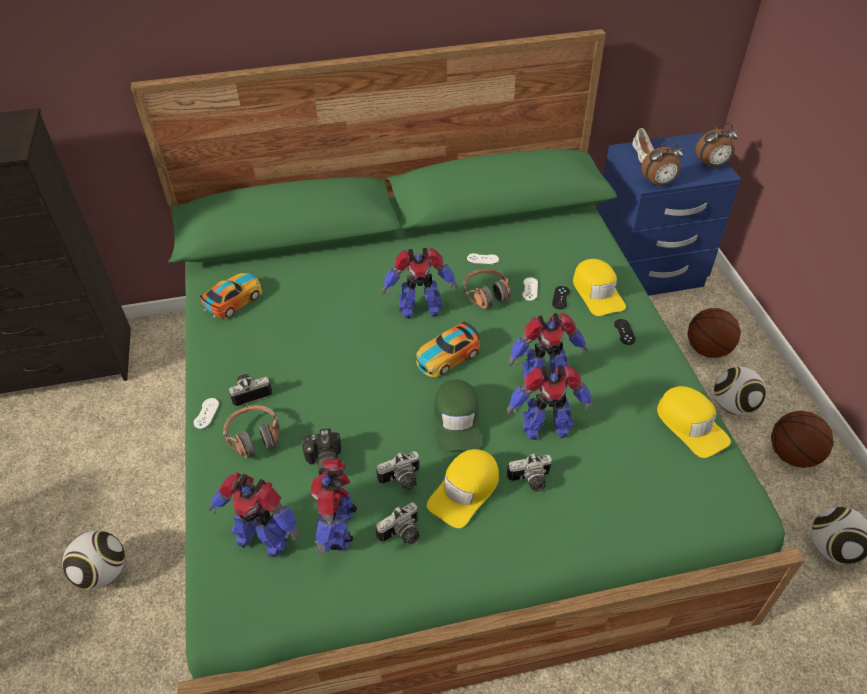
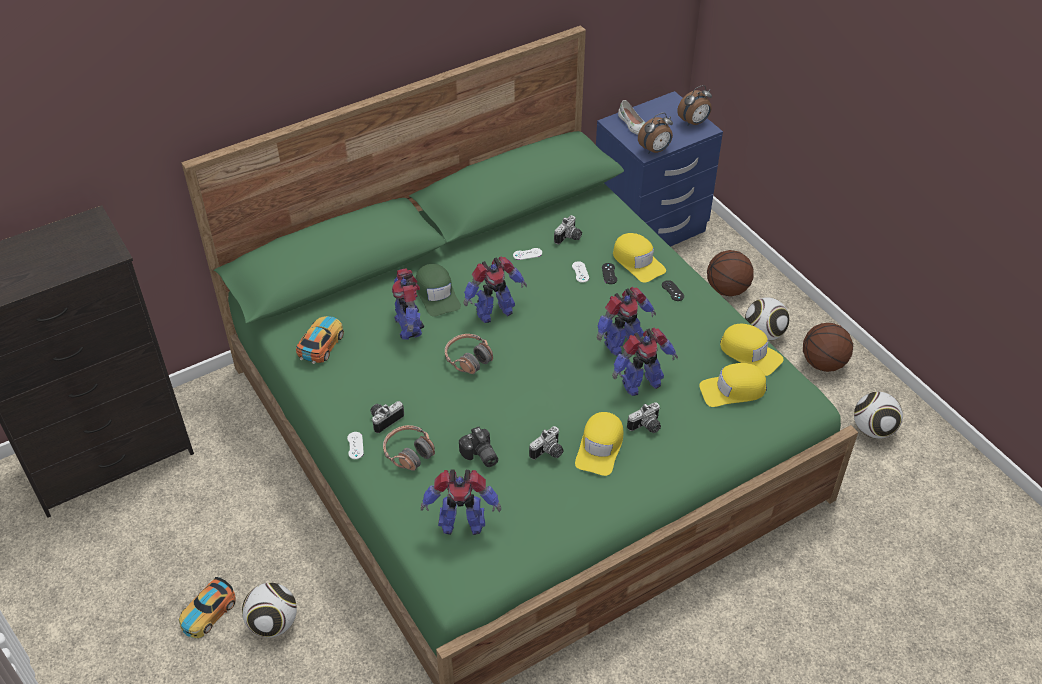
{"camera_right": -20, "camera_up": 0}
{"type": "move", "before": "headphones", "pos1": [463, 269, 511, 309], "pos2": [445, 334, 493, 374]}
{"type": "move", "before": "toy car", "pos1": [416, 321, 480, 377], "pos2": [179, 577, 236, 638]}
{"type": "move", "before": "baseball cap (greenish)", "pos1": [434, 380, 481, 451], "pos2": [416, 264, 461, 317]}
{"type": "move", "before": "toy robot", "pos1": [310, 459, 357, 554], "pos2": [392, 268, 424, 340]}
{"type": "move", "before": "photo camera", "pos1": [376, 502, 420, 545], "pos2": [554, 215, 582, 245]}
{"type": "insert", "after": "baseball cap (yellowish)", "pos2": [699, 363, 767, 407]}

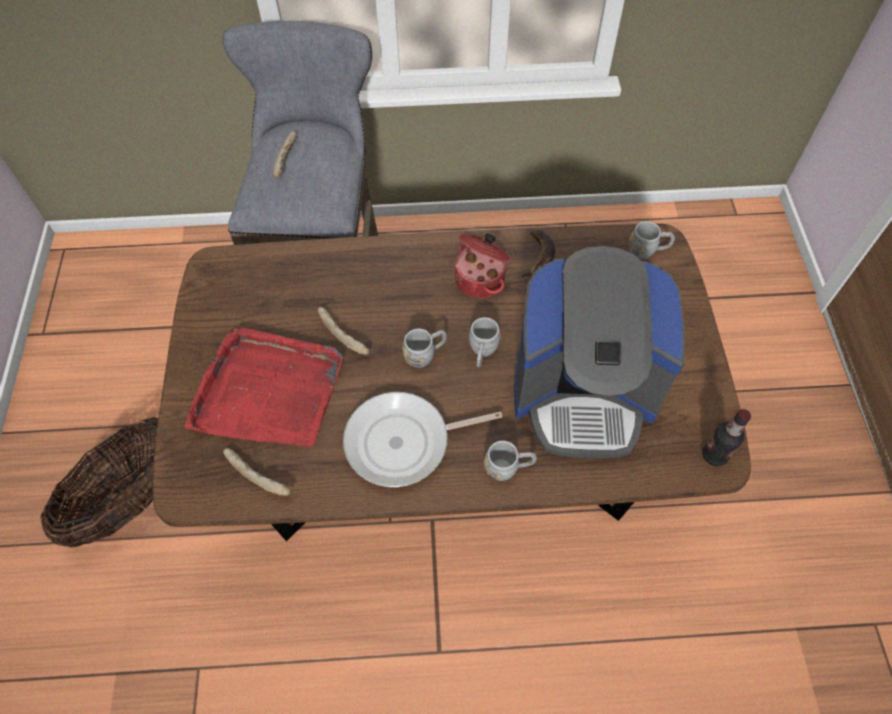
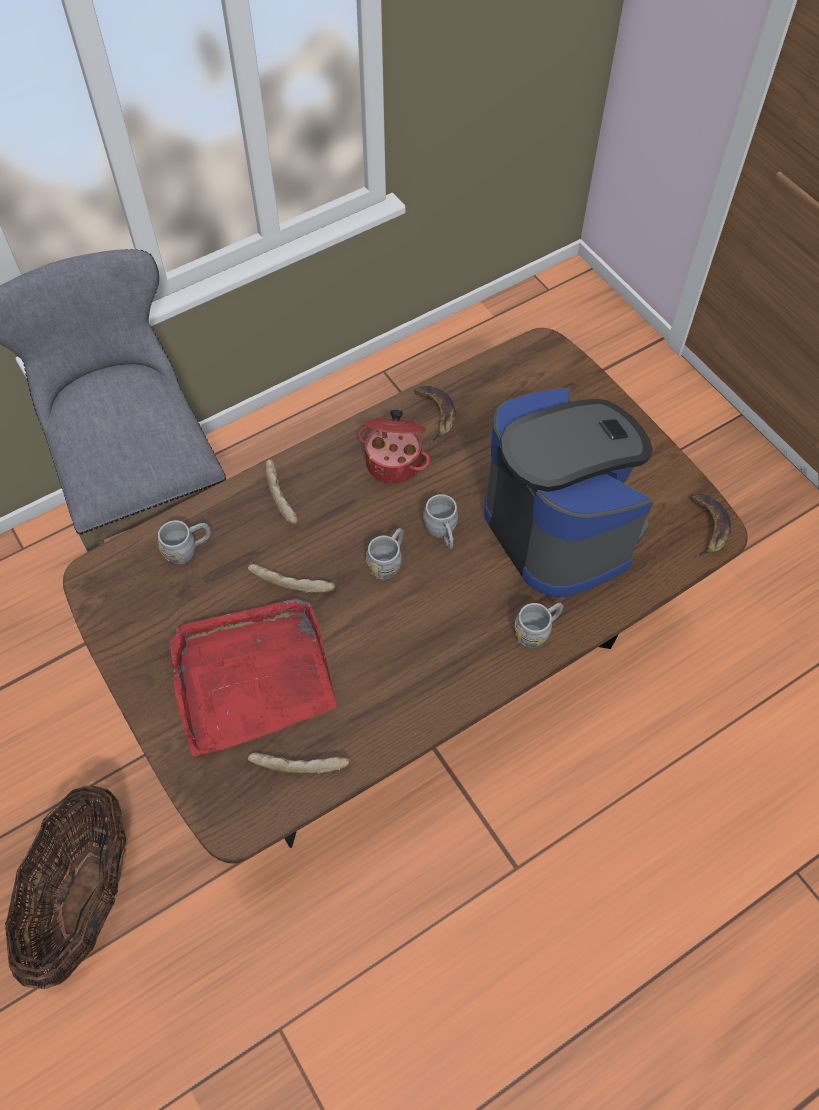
{"camera_right": -30, "camera_up": 0}
{"type": "move", "before": "bread", "pos1": [273, 131, 297, 179], "pos2": [265, 460, 298, 525]}
{"type": "move", "before": "tea mug (grey)", "pos1": [629, 221, 675, 259], "pos2": [158, 520, 211, 564]}
{"type": "rotate", "before": "coffee brewer", "pos1": [514, 246, 685, 459], "pos2": [484, 388, 653, 597], "turn": -90}
{"type": "delete", "before": "pan", "pos1": [343, 392, 502, 487]}
{"type": "replace", "before": "drink bottle", "after": "banana", "pos1": [702, 409, 751, 466], "pos2": [690, 494, 731, 558]}

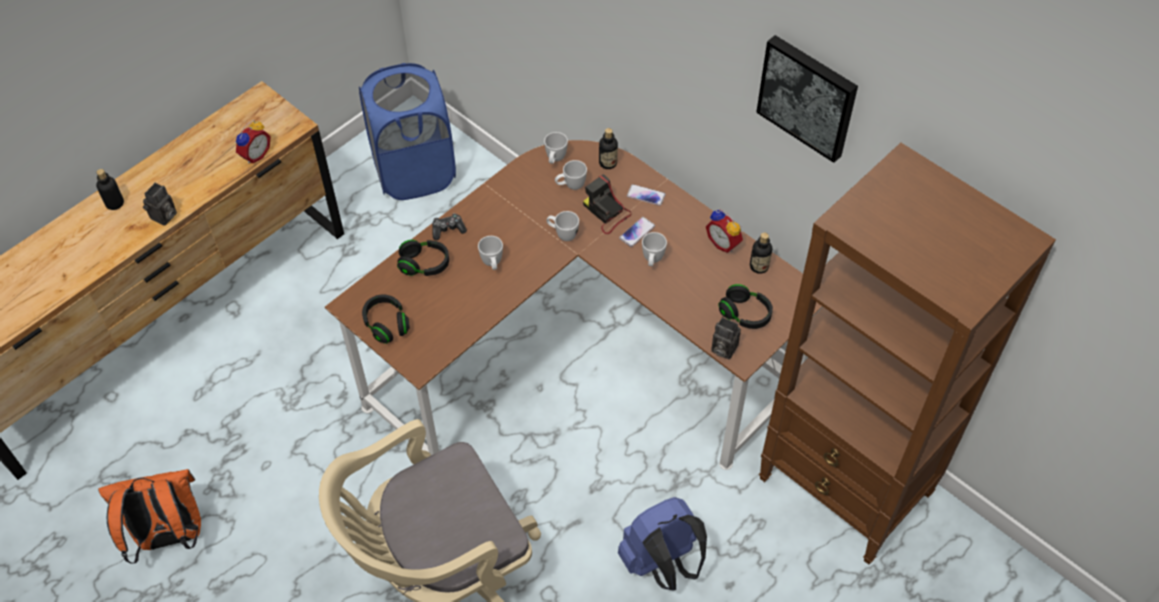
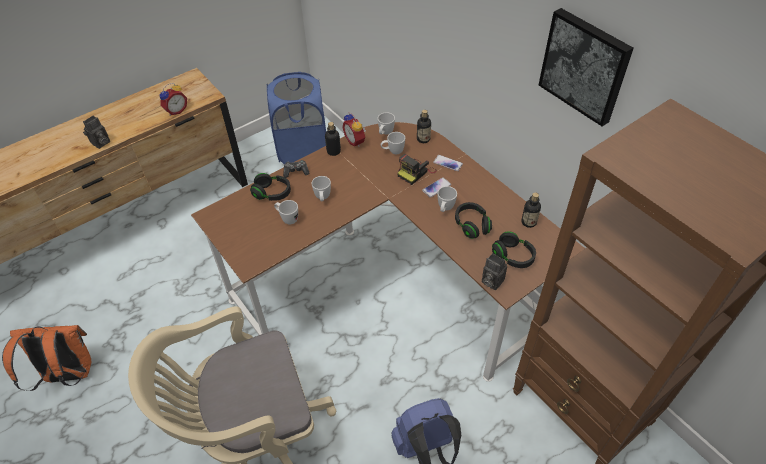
{"camera_right": 10, "camera_up": -5}
{"type": "move", "before": "drink bottle", "pos1": [96, 169, 124, 210], "pos2": [325, 122, 341, 156]}
{"type": "rotate", "before": "photo camera", "pos1": [583, 174, 631, 234], "pos2": [397, 154, 437, 185], "turn": -105}
{"type": "move", "before": "table clock", "pos1": [706, 210, 743, 253], "pos2": [342, 112, 366, 147]}
{"type": "move", "before": "tea mug (white)", "pos1": [546, 211, 579, 241], "pos2": [274, 200, 298, 224]}
{"type": "move", "before": "headphones (blackish)", "pos1": [362, 295, 410, 344], "pos2": [455, 202, 492, 239]}

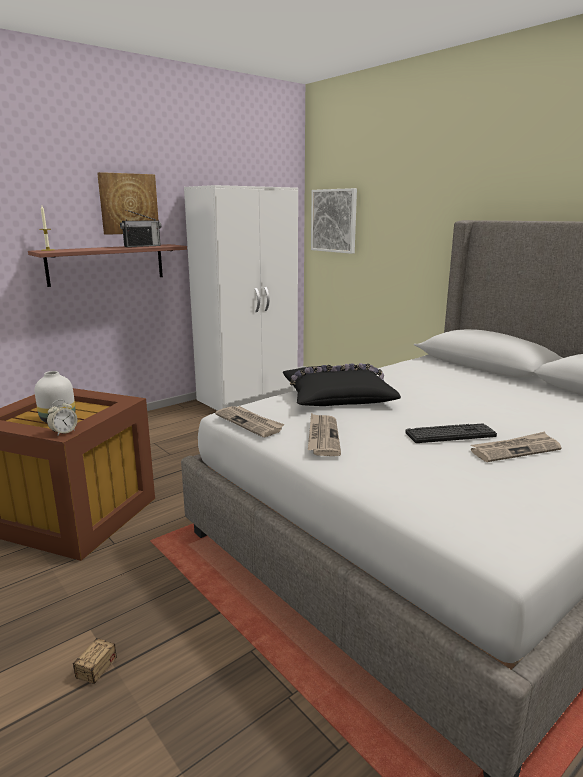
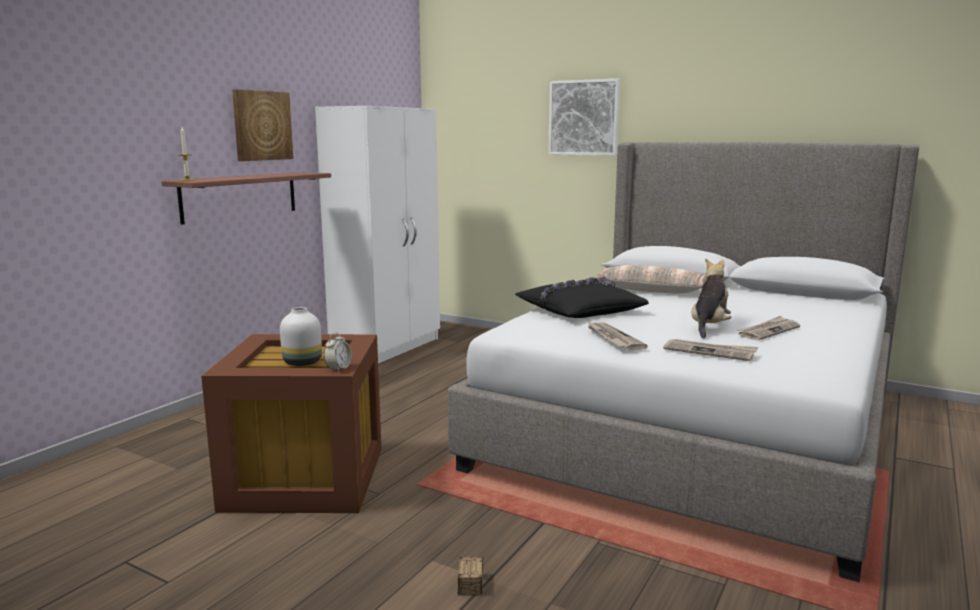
{"camera_right": -20, "camera_up": -5}
{"type": "move", "before": "picture", "pos1": [311, 188, 357, 254], "pos2": [548, 79, 620, 156]}
{"type": "delete", "before": "radio", "pos1": [120, 210, 161, 247]}
{"type": "move", "before": "daily paper", "pos1": [215, 406, 285, 437], "pos2": [663, 339, 758, 361]}
{"type": "replace", "before": "computer keyboard", "after": "soft toy", "pos1": [405, 424, 497, 443], "pos2": [691, 258, 731, 338]}
{"type": "insert", "after": "pillow", "pos2": [592, 265, 707, 293]}

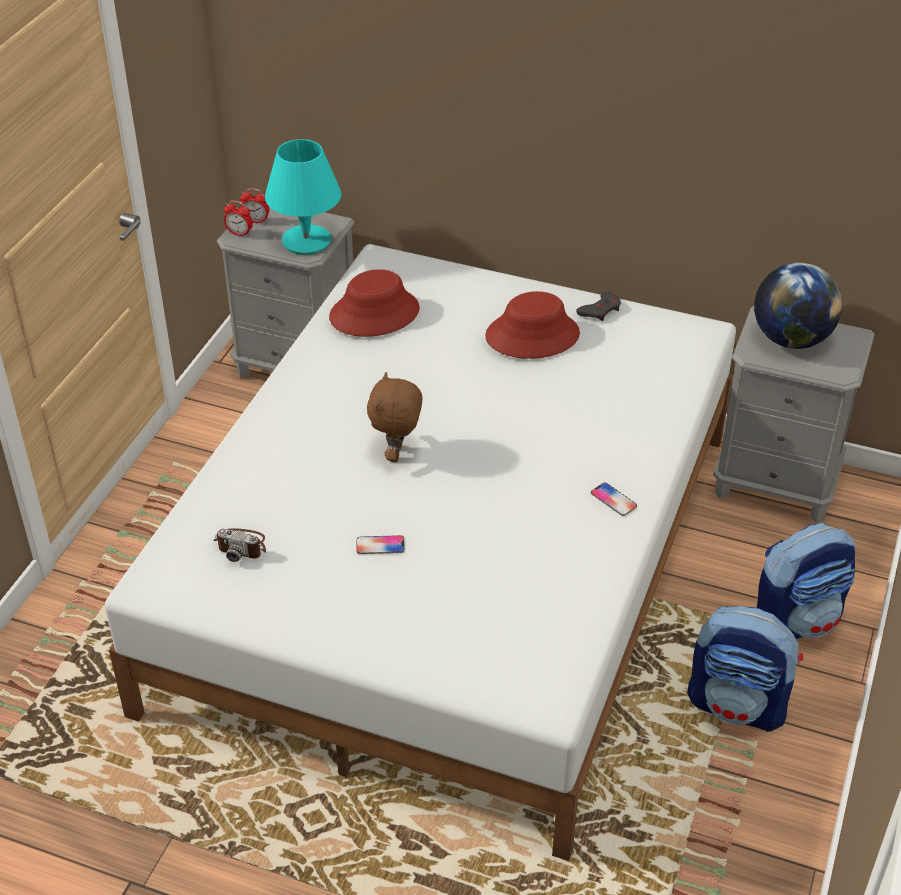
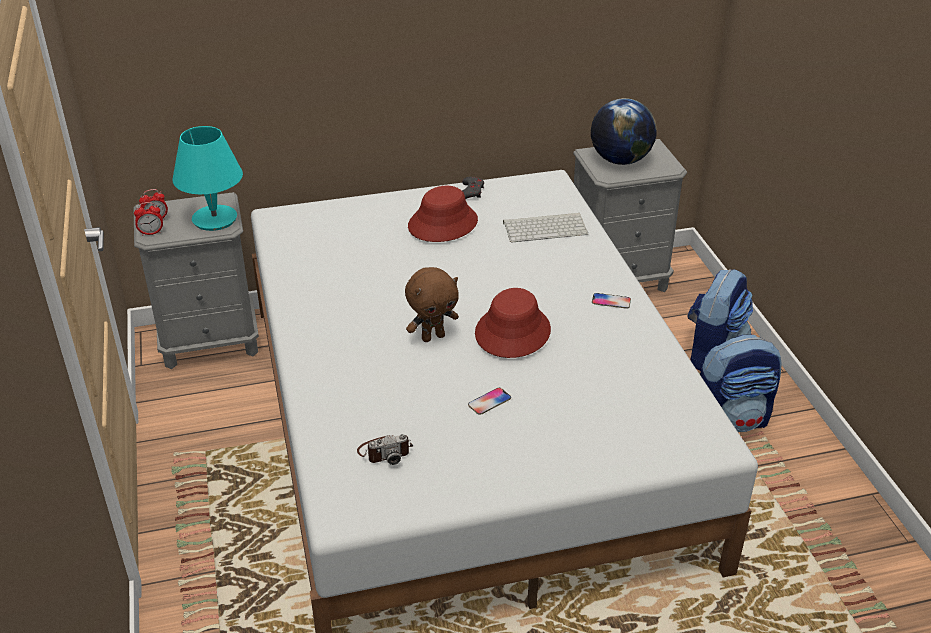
{"camera_right": -35, "camera_up": -5}
{"type": "move", "before": "wearable hat (red)", "pos1": [329, 269, 420, 337], "pos2": [475, 288, 551, 358]}
{"type": "rotate", "before": "soft toy (brown)", "pos1": [367, 372, 422, 462], "pos2": [405, 267, 459, 342], "turn": -90}
{"type": "insert", "after": "computer keyboard", "pos2": [503, 213, 588, 243]}

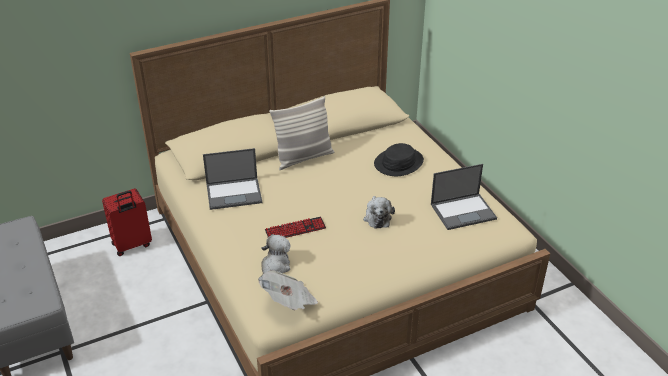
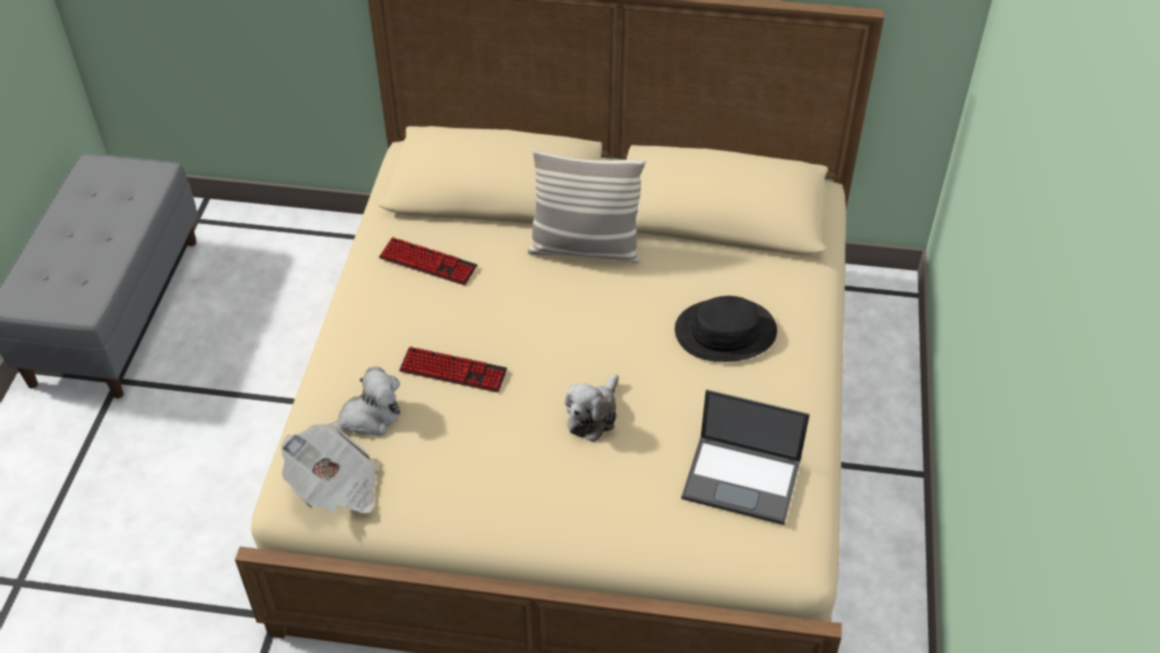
{"camera_right": 35, "camera_up": 10}
{"type": "replace", "before": "laptop", "after": "computer keyboard", "pos1": [203, 148, 262, 210], "pos2": [379, 237, 477, 285]}
{"type": "delete", "before": "travel case (red)", "pos1": [102, 188, 152, 256]}

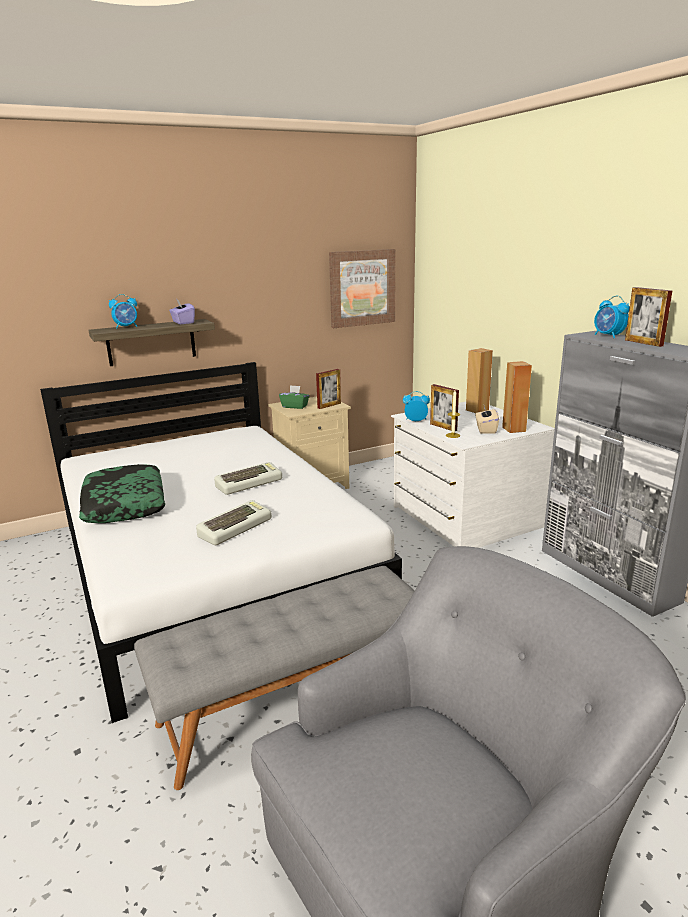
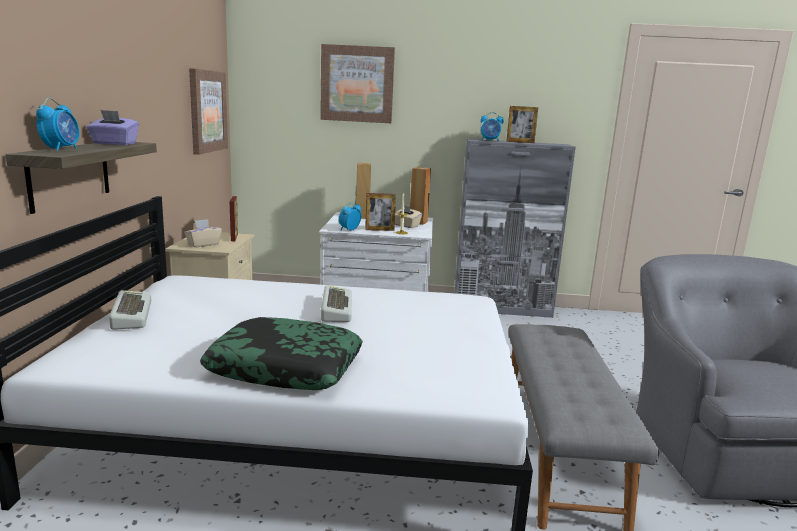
{"camera_right": -60, "camera_up": -5}
{"type": "recolor", "before": "tissue box (greenish)", "after": "tissue box (beige-coloured)", "pos1": [279, 385, 309, 409], "pos2": [184, 219, 222, 247]}
{"type": "move", "before": "computer keyboard", "pos1": [196, 500, 272, 545], "pos2": [109, 290, 151, 330]}
{"type": "insert", "after": "picture", "pos2": [320, 44, 395, 123]}

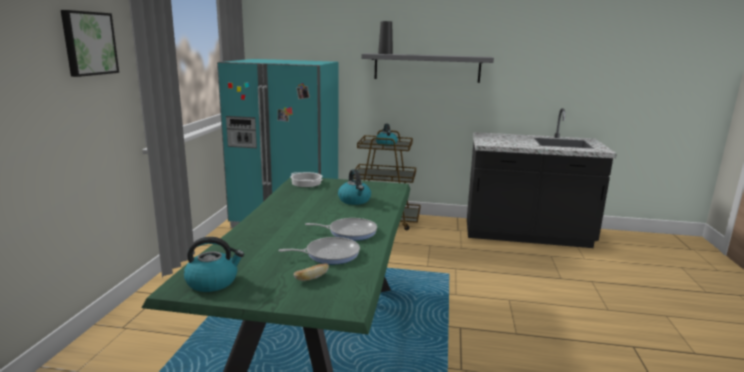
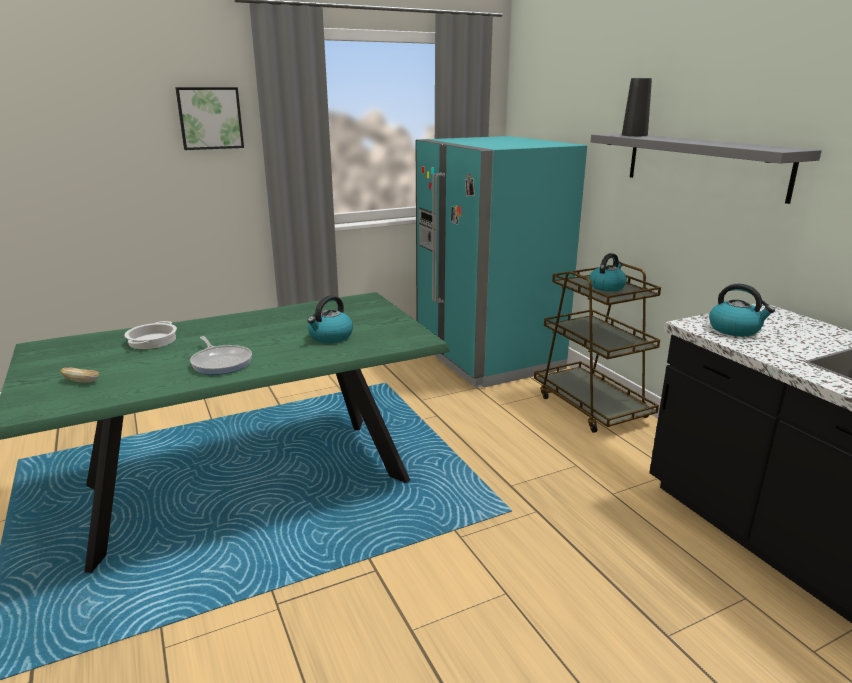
{"camera_right": 55, "camera_up": 5}
{"type": "move", "before": "cooking pot", "pos1": [290, 172, 323, 187], "pos2": [124, 321, 177, 349]}
{"type": "move", "before": "kettle", "pos1": [184, 237, 244, 292], "pos2": [709, 284, 775, 337]}
{"type": "delete", "before": "pan", "pos1": [278, 237, 360, 264]}

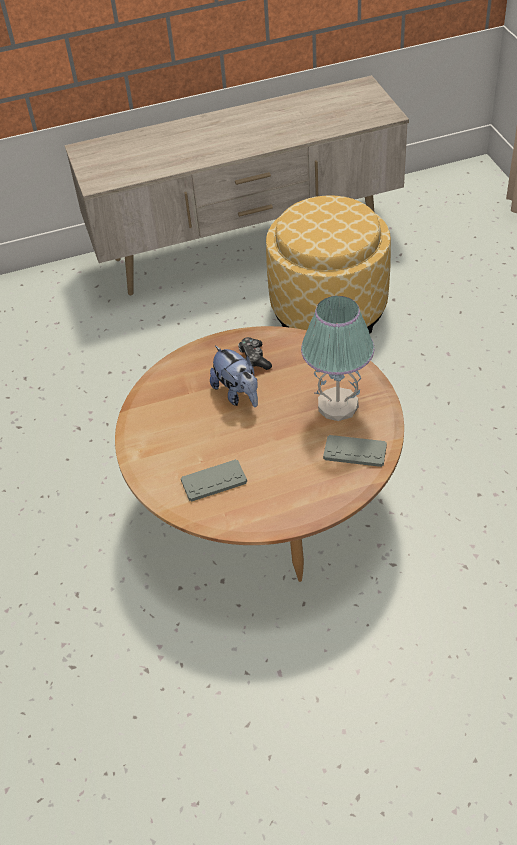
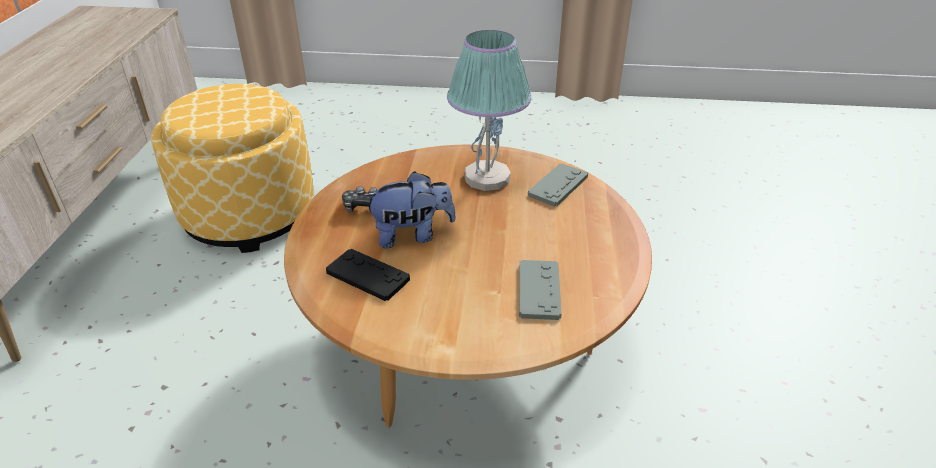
{"camera_right": -70, "camera_up": -10}
{"type": "insert", "after": "gamepad (blackish)", "pos2": [326, 249, 410, 301]}

